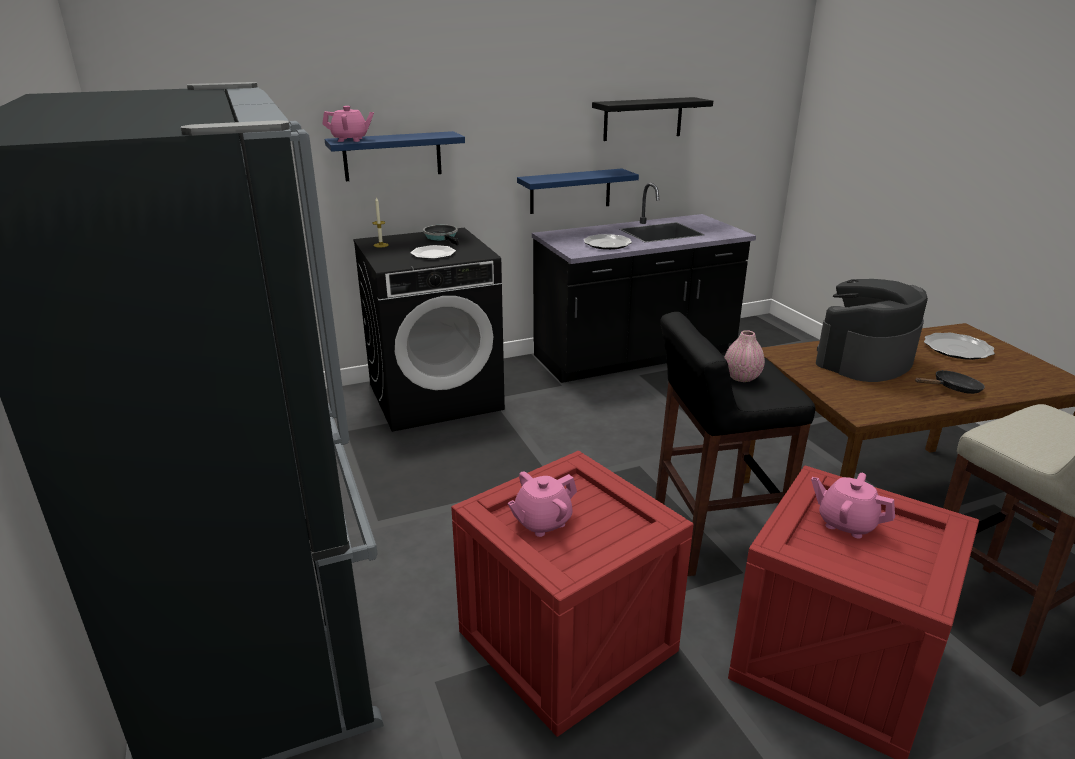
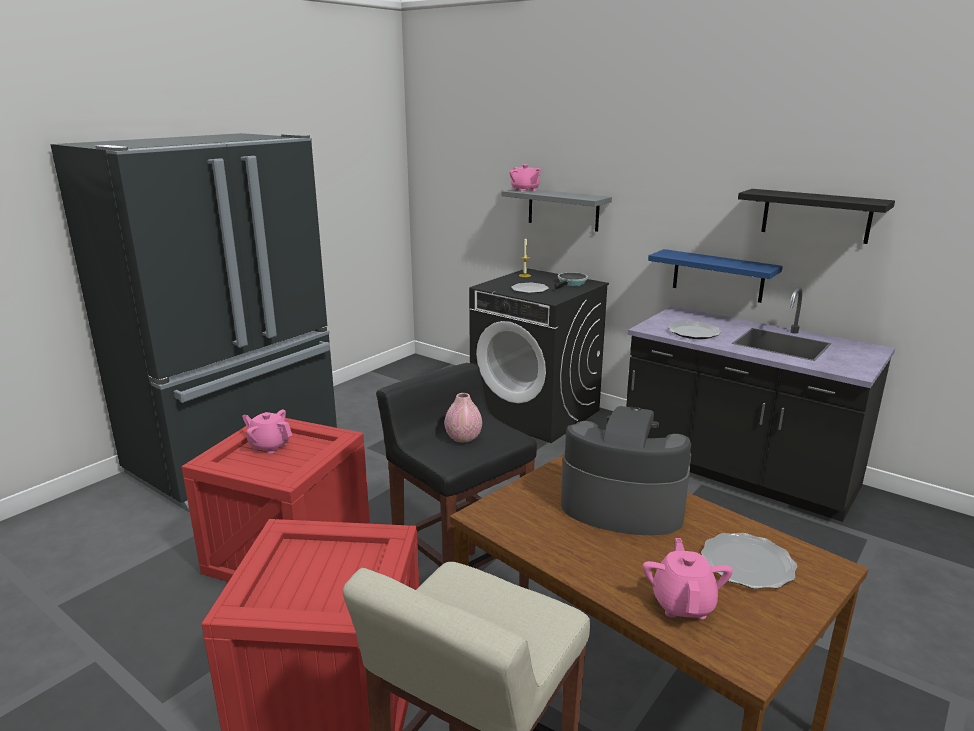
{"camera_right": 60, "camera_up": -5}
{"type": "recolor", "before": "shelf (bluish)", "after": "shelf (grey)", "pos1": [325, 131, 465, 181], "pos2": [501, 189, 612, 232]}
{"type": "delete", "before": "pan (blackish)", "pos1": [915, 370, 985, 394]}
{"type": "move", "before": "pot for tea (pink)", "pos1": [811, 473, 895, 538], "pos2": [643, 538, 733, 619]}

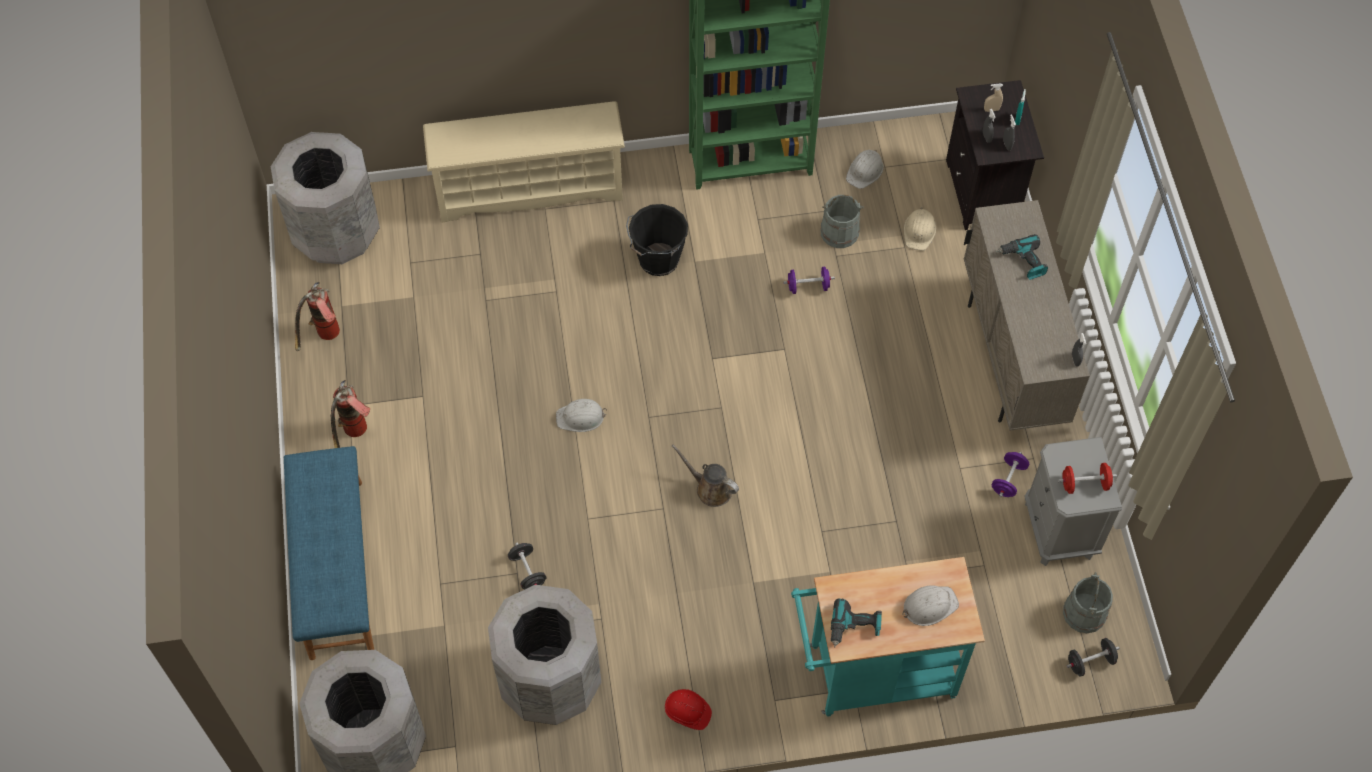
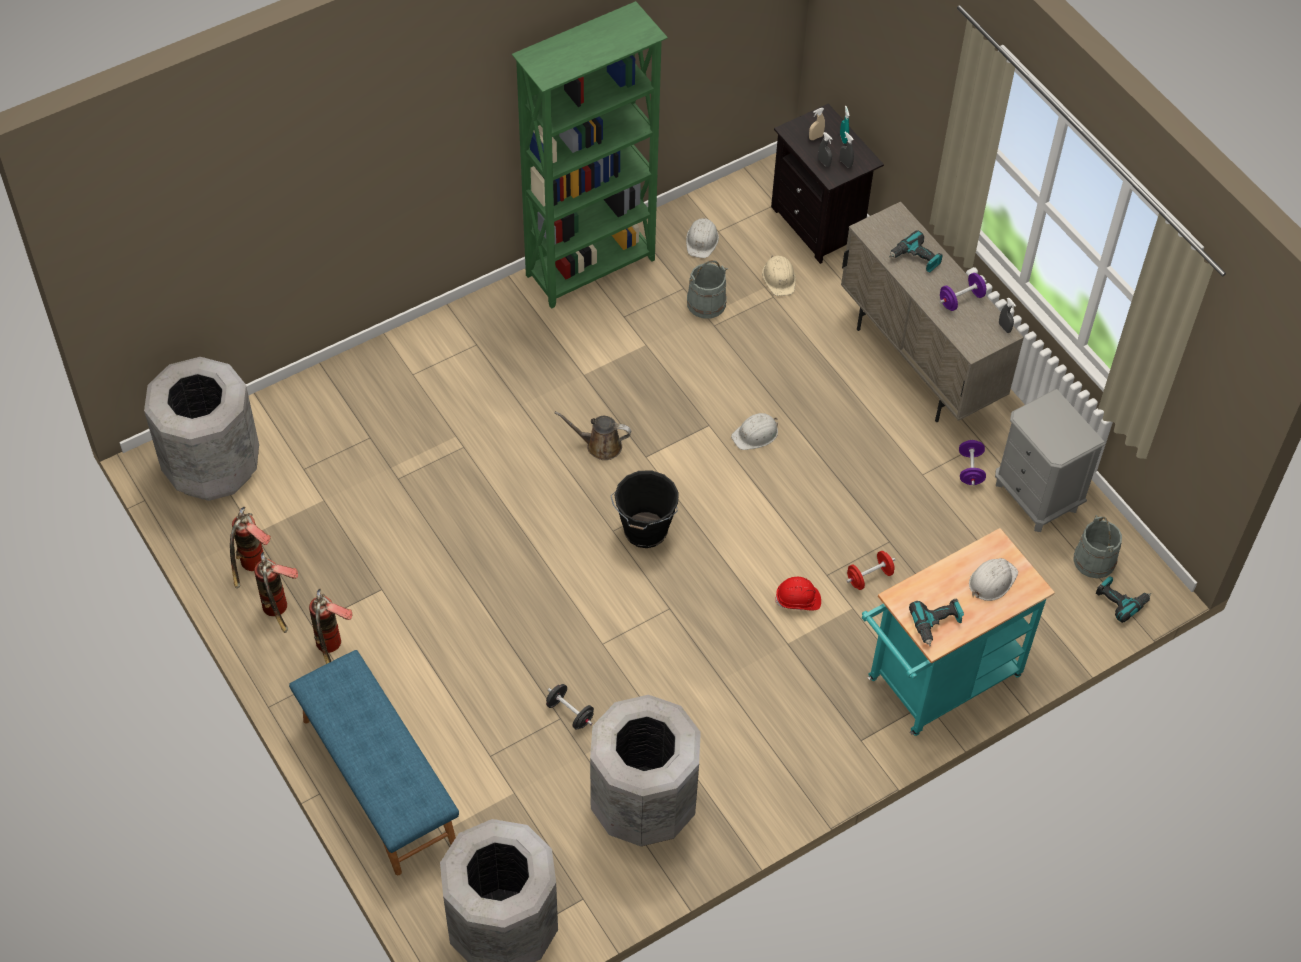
{"camera_right": -25, "camera_up": -5}
{"type": "delete", "before": "shoe rack (beige-coloured)", "pos1": [423, 101, 625, 222]}
{"type": "move", "before": "bucket (blackish)", "pos1": [626, 204, 688, 276], "pos2": [611, 470, 679, 548]}
{"type": "move", "before": "dumbbell (purplish)", "pos1": [783, 267, 835, 294], "pos2": [939, 273, 987, 311]}
{"type": "move", "before": "work helmet (white)", "pos1": [556, 399, 607, 432], "pos2": [731, 413, 778, 450]}
{"type": "move", "before": "watering can (brown)", "pos1": [672, 445, 739, 507], "pos2": [555, 411, 631, 460]}
{"type": "move", "before": "dumbbell (red)", "pos1": [1058, 463, 1117, 494], "pos2": [846, 551, 895, 590]}
{"type": "replace", "before": "dumbbell (blackish)", "after": "power drill", "pos1": [1066, 638, 1120, 677], "pos2": [1096, 576, 1151, 623]}
{"type": "move", "before": "work helmet (red)", "pos1": [665, 689, 712, 730], "pos2": [775, 577, 821, 610]}
{"type": "insert", "after": "fire-fighting cylinder", "pos2": [254, 552, 298, 633]}

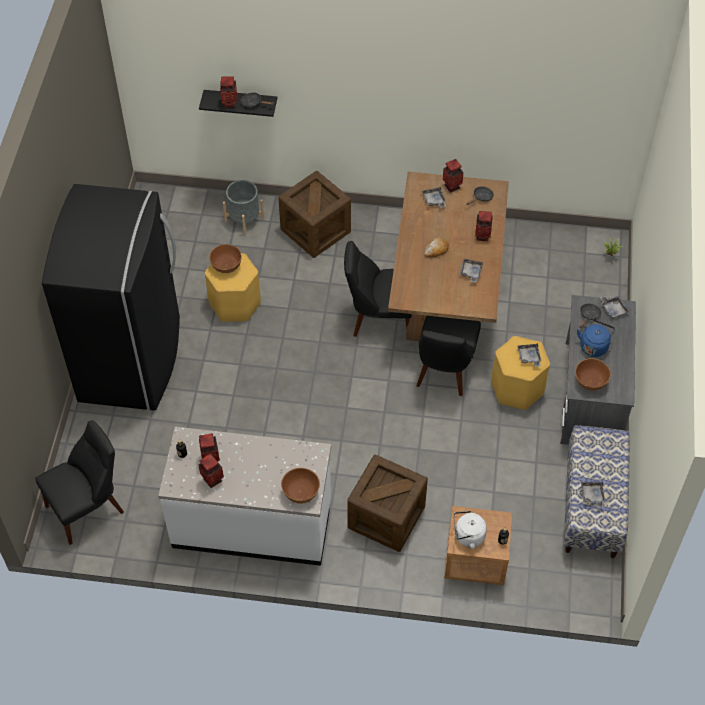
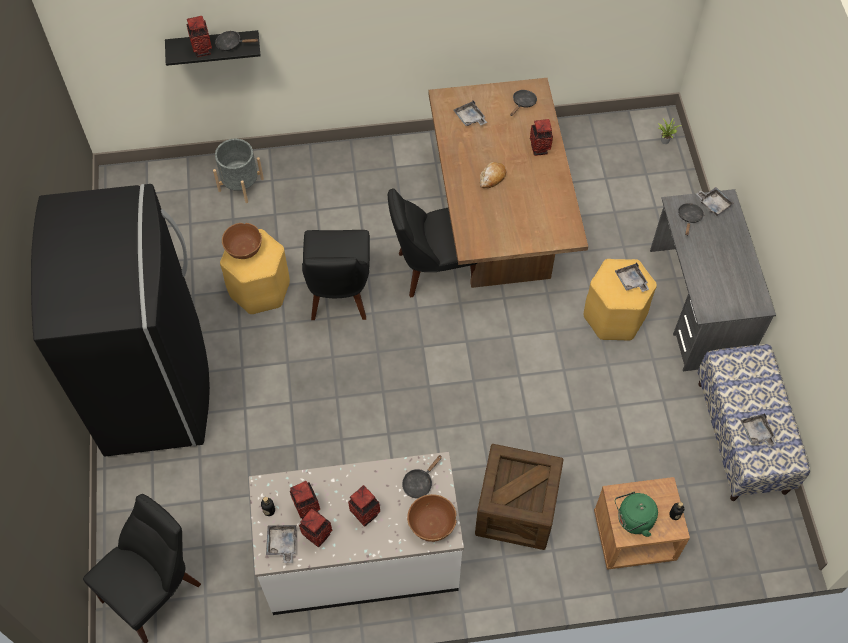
{"camera_right": -15, "camera_up": 5}
{"type": "move", "before": "vase", "pos1": [443, 159, 464, 193], "pos2": [348, 485, 380, 527]}
{"type": "delete", "before": "packing crate", "pos1": [278, 171, 351, 258]}
{"type": "move", "before": "tray (grey)", "pos1": [460, 259, 483, 282], "pos2": [266, 525, 297, 563]}
{"type": "move", "before": "chair (blackish)", "pos1": [416, 316, 481, 396], "pos2": [302, 230, 370, 320]}
{"type": "delete", "before": "kettle (bluish)", "pos1": [577, 319, 615, 357]}
{"type": "delete", "before": "serving bowl (brown)", "pos1": [575, 358, 611, 391]}
{"type": "recolor", "before": "kettle (white)", "after": "kettle (greenish)", "pos1": [453, 511, 487, 549], "pos2": [615, 492, 658, 537]}
{"type": "insert", "after": "pan (blackish)", "pos2": [402, 455, 442, 498]}

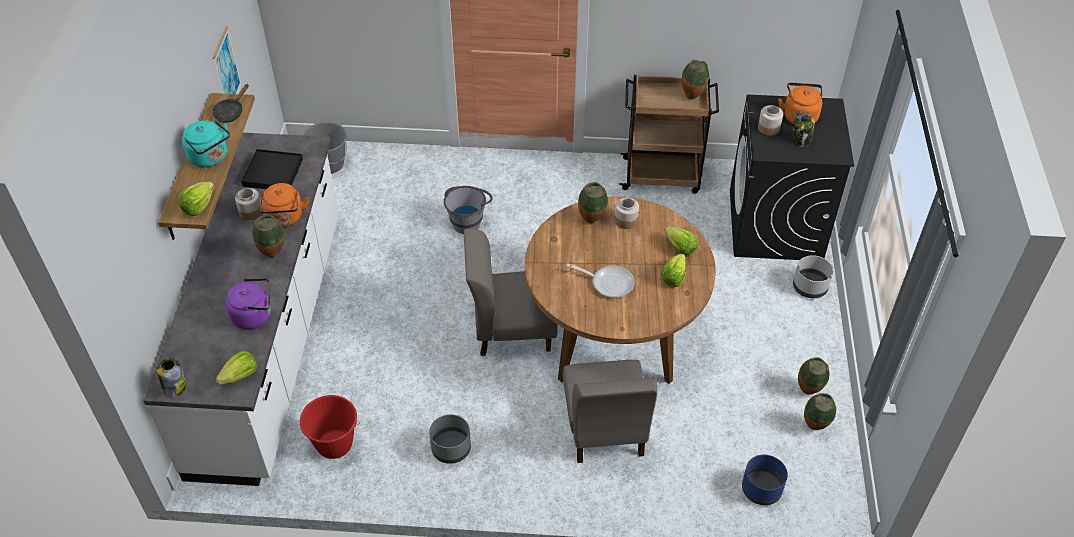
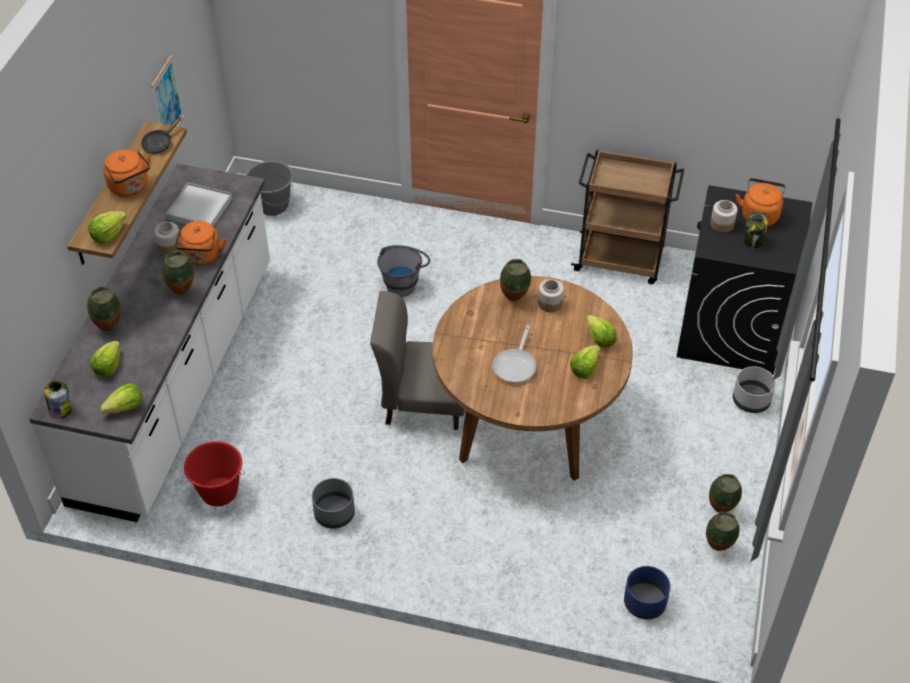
{"camera_right": 10, "camera_up": 0}
{"type": "move", "before": "vase", "pos1": [682, 60, 709, 99], "pos2": [87, 287, 121, 331]}
{"type": "recolor", "before": "kettle (turquoise)", "after": "kettle (orange-coloured)", "pos1": [182, 120, 230, 167], "pos2": [103, 150, 151, 197]}
{"type": "recolor", "before": "tray (blackish)", "after": "tray (white)", "pos1": [241, 149, 303, 189], "pos2": [166, 183, 232, 227]}
{"type": "rotate", "before": "pan", "pos1": [567, 263, 635, 298], "pos2": [493, 325, 537, 383], "turn": 75}
{"type": "delete", "before": "kettle (purplish)", "pos1": [226, 278, 271, 330]}
{"type": "delete", "before": "chair (grey)", "pos1": [563, 360, 658, 463]}
{"type": "insert", "after": "lettuce head", "pos2": [90, 340, 120, 377]}

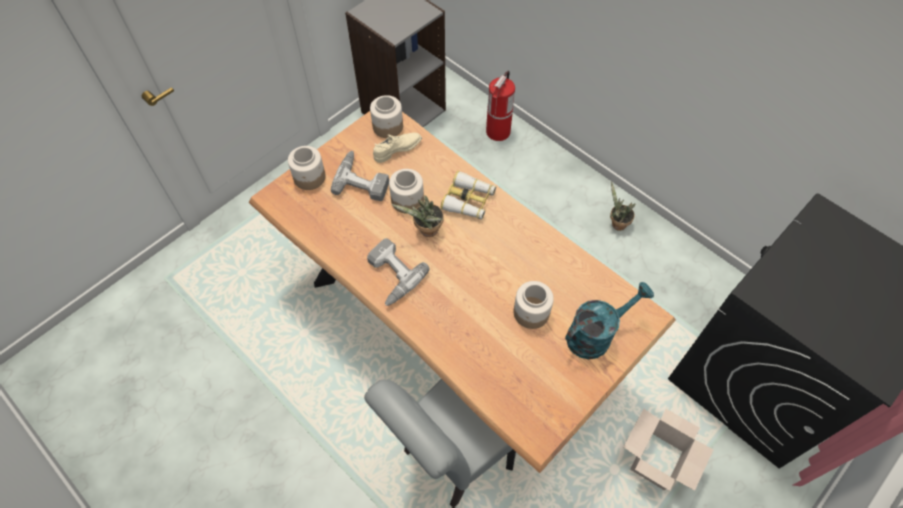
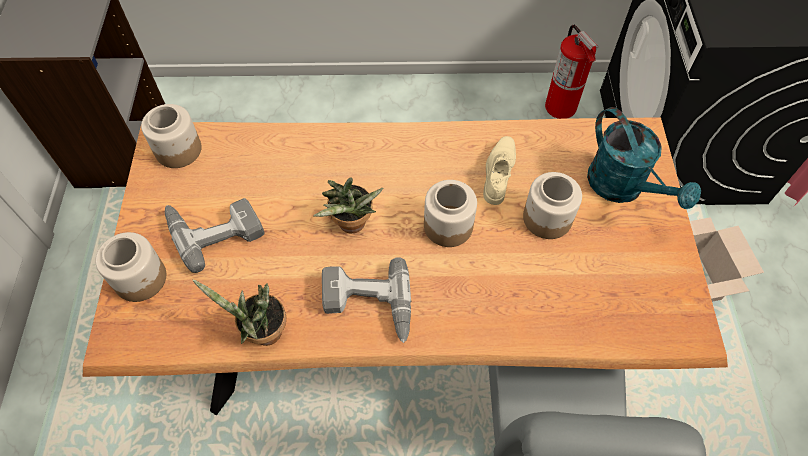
{"camera_right": -45, "camera_up": 0}
{"type": "move", "before": "fire-fighting cylinder", "pos1": [486, 71, 515, 141], "pos2": [545, 25, 599, 119]}
{"type": "move", "before": "shoe (beige-coloured)", "pos1": [373, 133, 422, 163], "pos2": [483, 136, 516, 205]}
{"type": "move", "before": "storage jar", "pos1": [389, 169, 424, 214], "pos2": [424, 180, 477, 247]}
{"type": "delete", "before": "field glasses", "pos1": [441, 171, 496, 219]}
{"type": "move", "before": "houseplant", "pos1": [610, 181, 635, 231], "pos2": [193, 280, 286, 346]}
{"type": "rotate", "before": "watering can (turquoise)", "pos1": [565, 282, 654, 359], "pos2": [587, 107, 701, 209], "turn": 135}

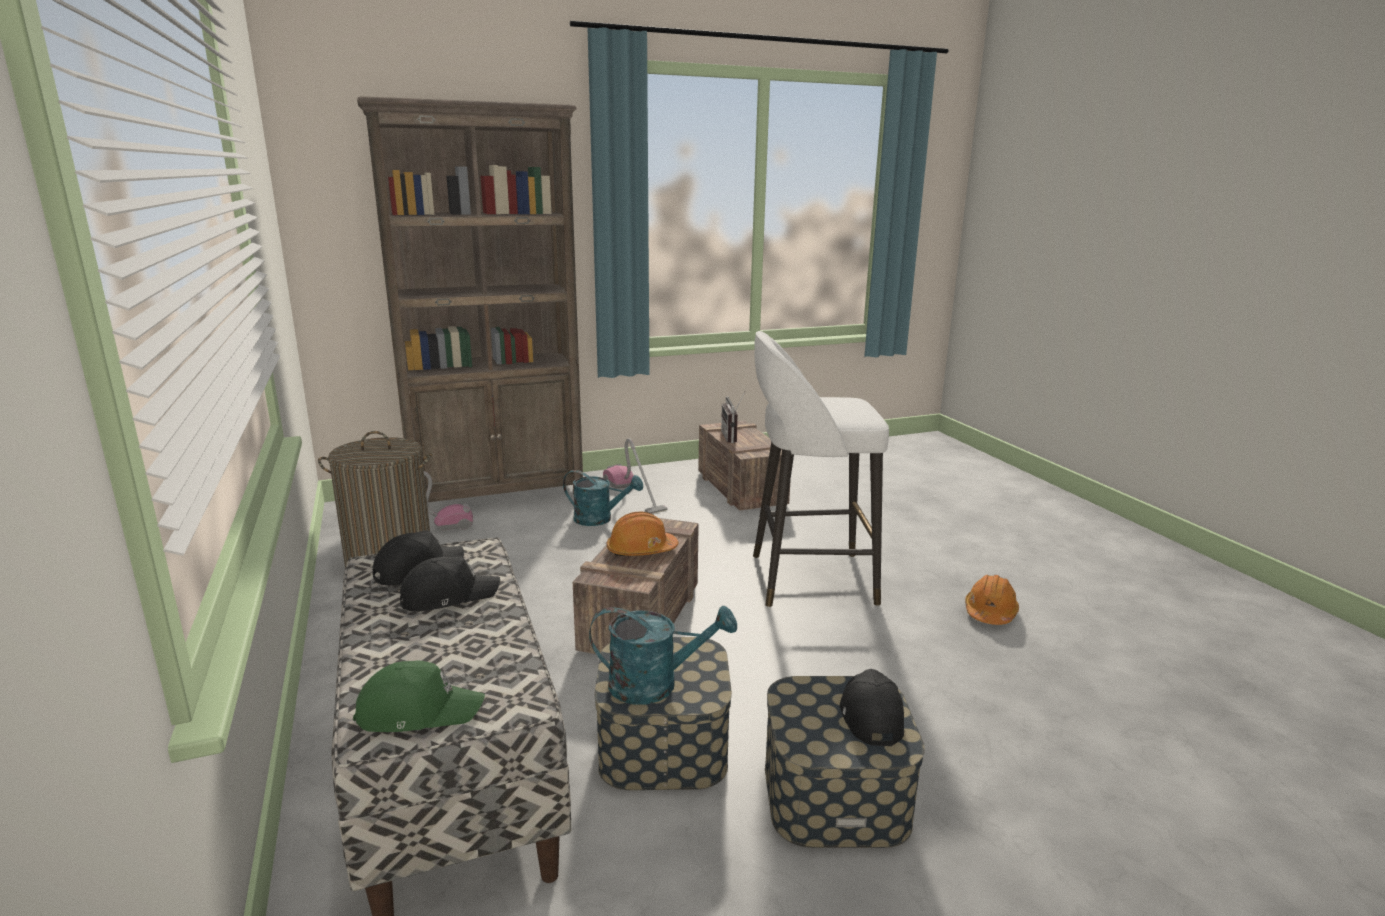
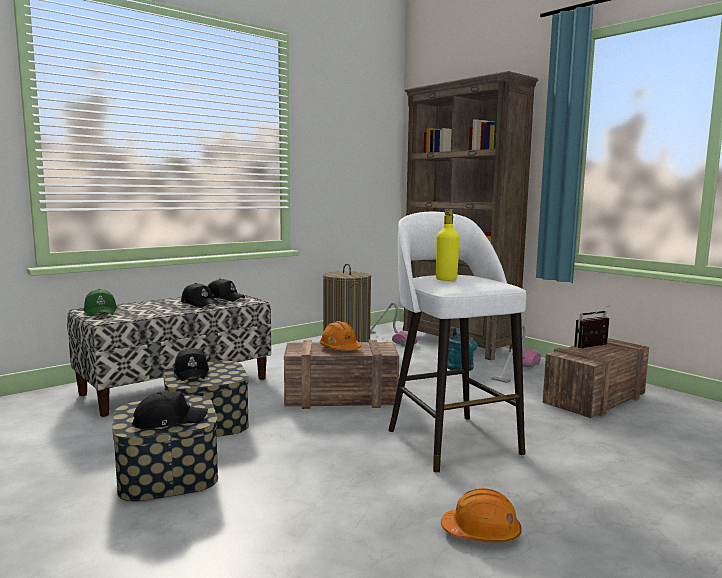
{"camera_right": 70, "camera_up": -10}
{"type": "replace", "before": "watering can (turquoise)", "after": "baseball cap (blackish)", "pos1": [589, 605, 737, 704], "pos2": [174, 347, 209, 381]}
{"type": "insert", "after": "drink bottle (yellowish)", "pos2": [436, 209, 460, 281]}

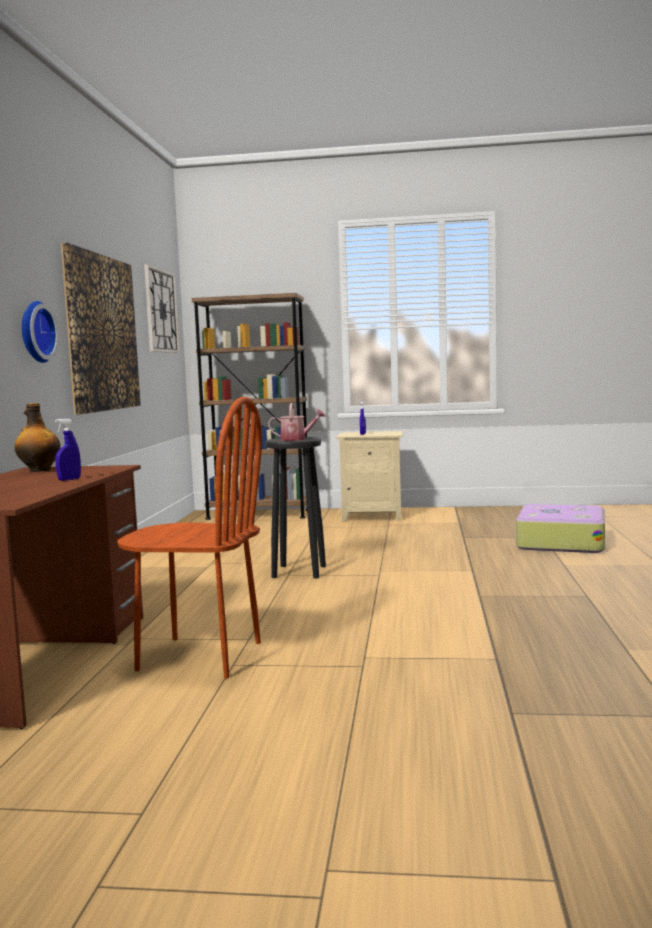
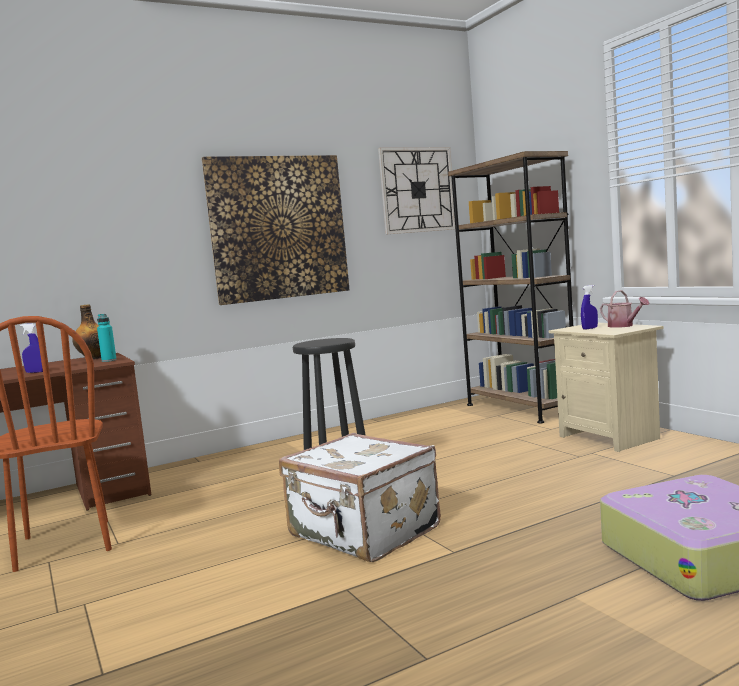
{"camera_right": 55, "camera_up": 0}
{"type": "delete", "before": "wall clock", "pos1": [22, 301, 59, 363]}
{"type": "move", "before": "watering can", "pos1": [268, 403, 326, 441], "pos2": [600, 290, 650, 328]}
{"type": "insert", "after": "drink bottle (turquoise)", "pos2": [97, 314, 117, 362]}
{"type": "insert", "after": "travel case (white)", "pos2": [279, 433, 441, 562]}

